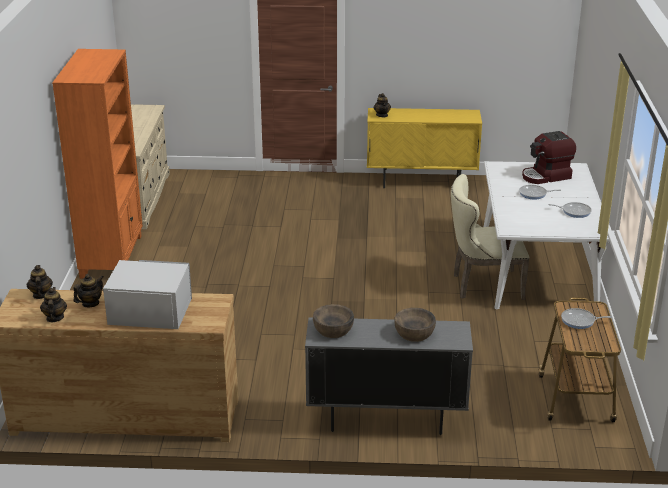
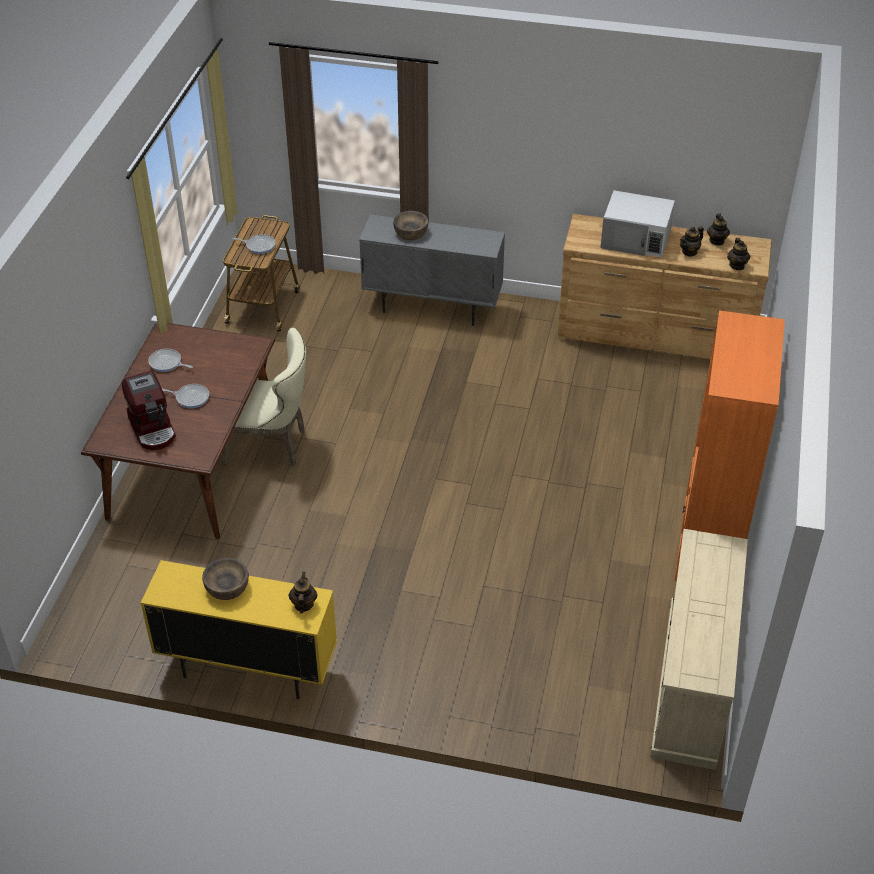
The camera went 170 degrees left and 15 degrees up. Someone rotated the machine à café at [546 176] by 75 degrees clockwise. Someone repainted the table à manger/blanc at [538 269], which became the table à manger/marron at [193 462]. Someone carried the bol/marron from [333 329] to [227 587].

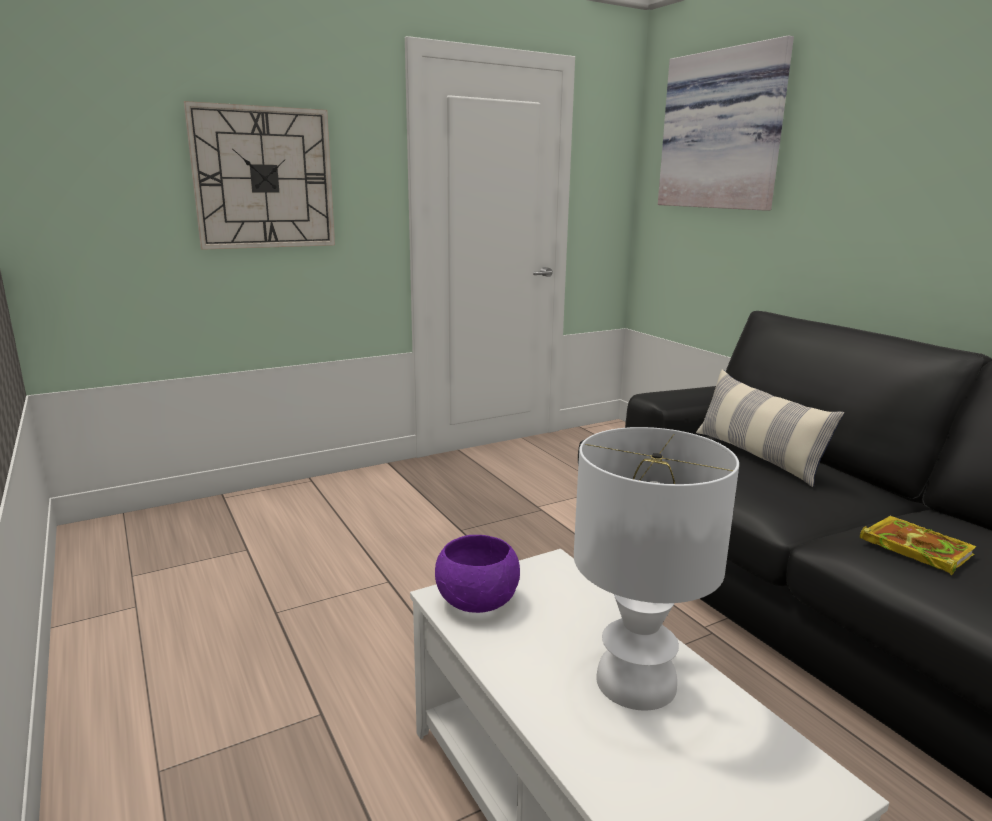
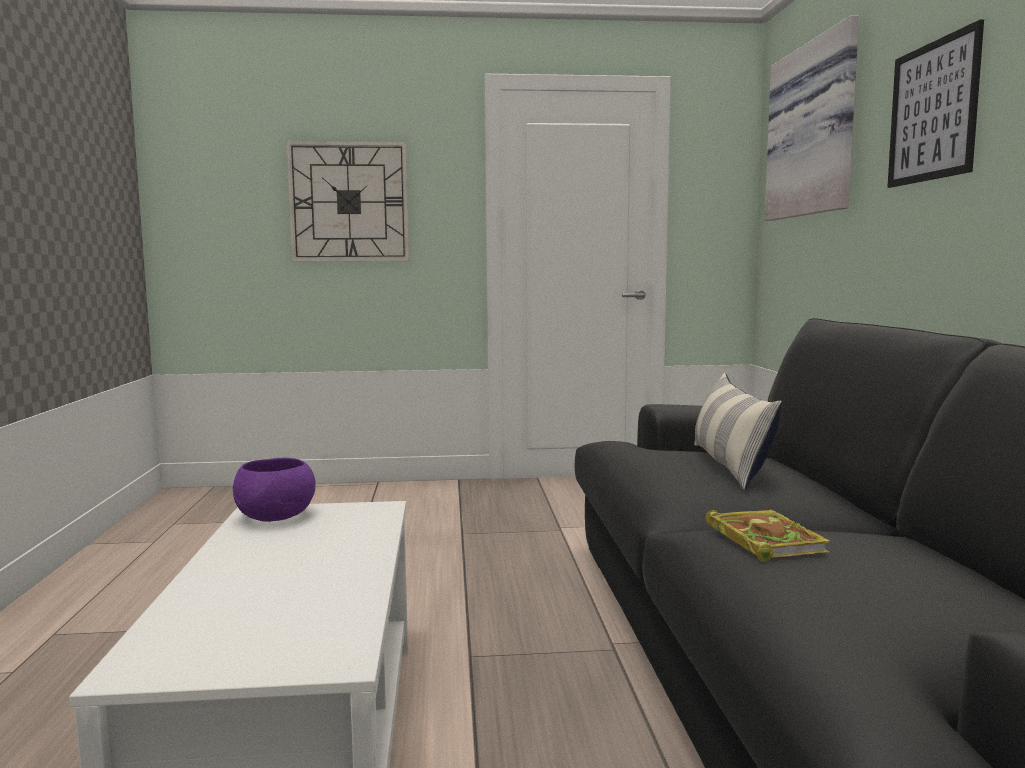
The camera went 25 degrees right and 10 degrees down. Someone took away the lampe de table/blanc at [635 680]. Someone put up the tableau at [932 111].

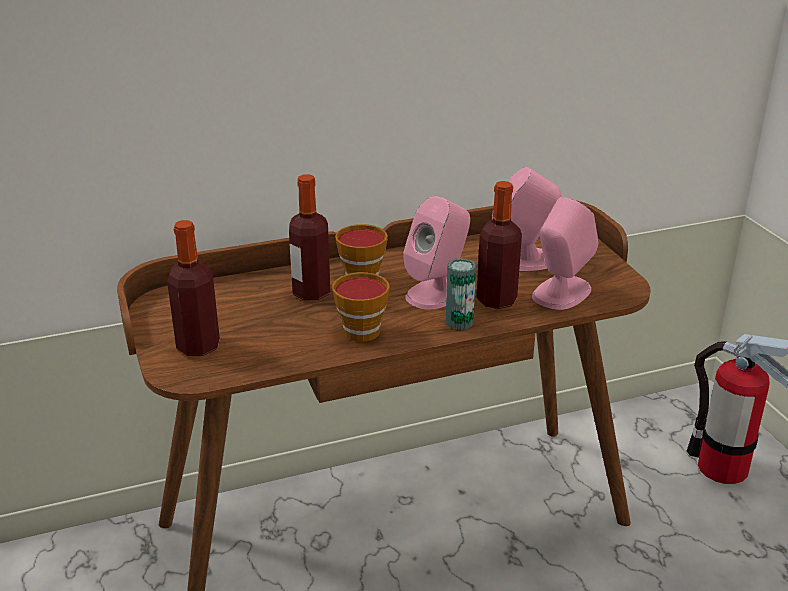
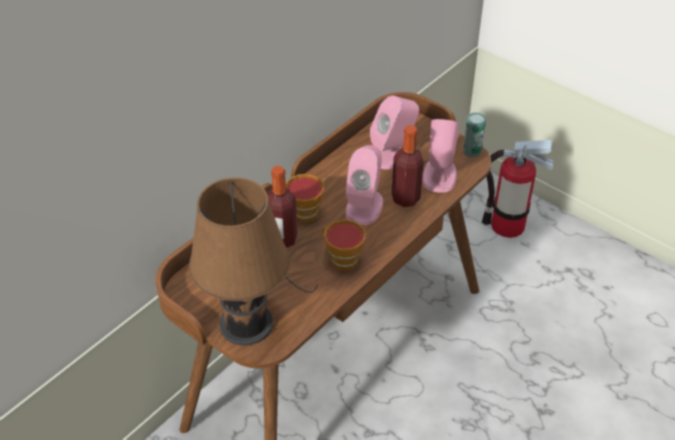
The camera went 30 degrees left and 15 degrees up. Someone swapped the bouteille at [198 346] for the lampe de table/marron at [249 319]. Someone carried the boîte métallique from [459 322] to [472 151].

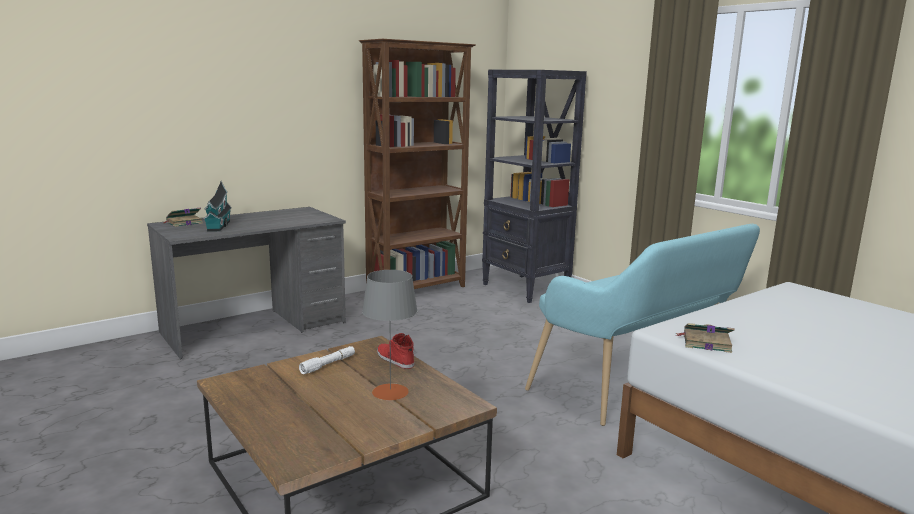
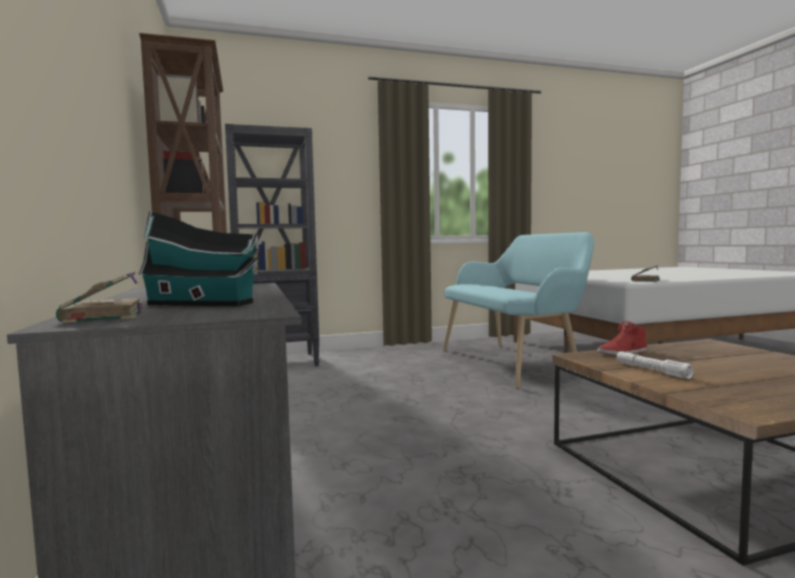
The camera went 70 degrees left and 10 degrees down. Someone took away the lampe de table/gris at [390 392].

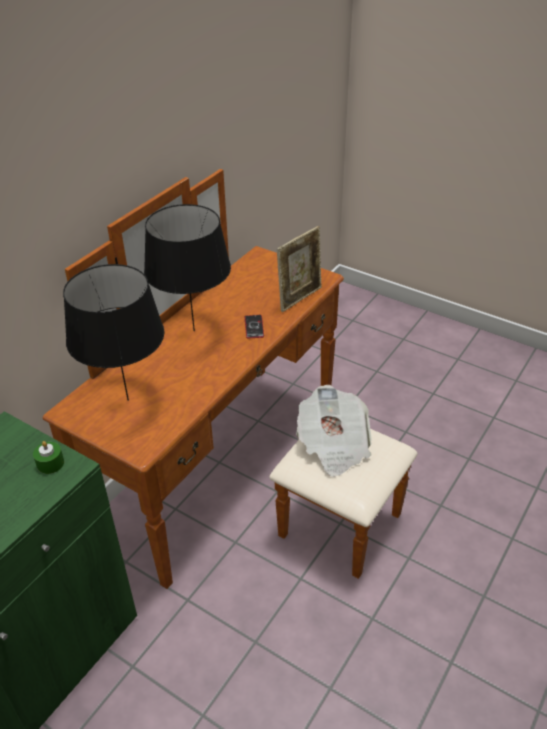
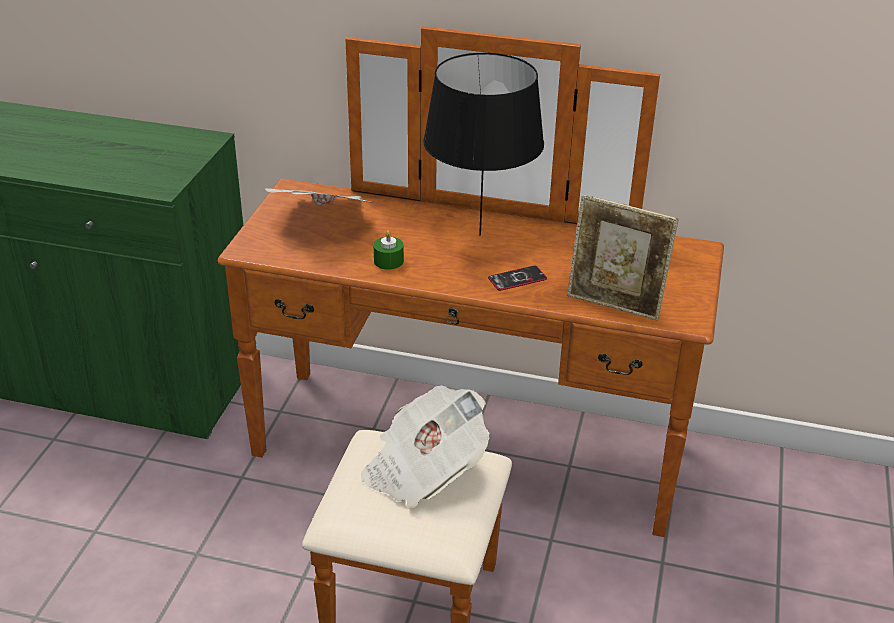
The camera went 70 degrees right and 5 degrees down. Someone swapped the lampe de table/noir at [127 400] for the journal at [324 220]. Someone carried the bougie/vert from [50 463] to [388 261].

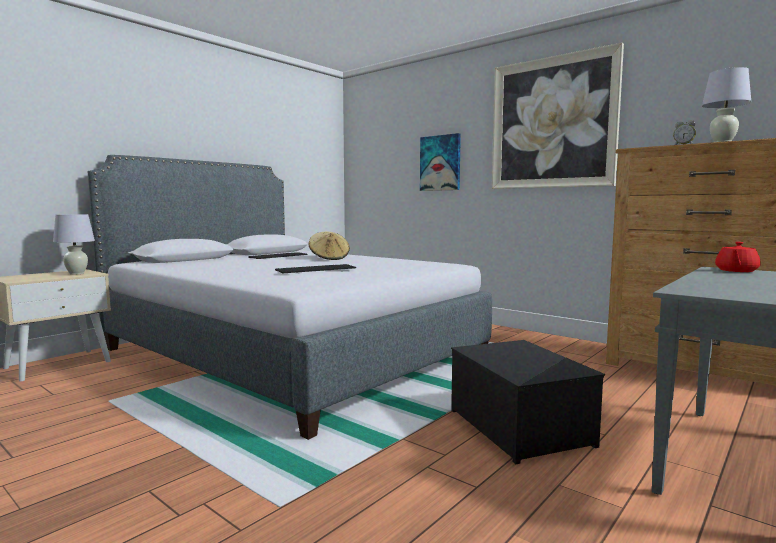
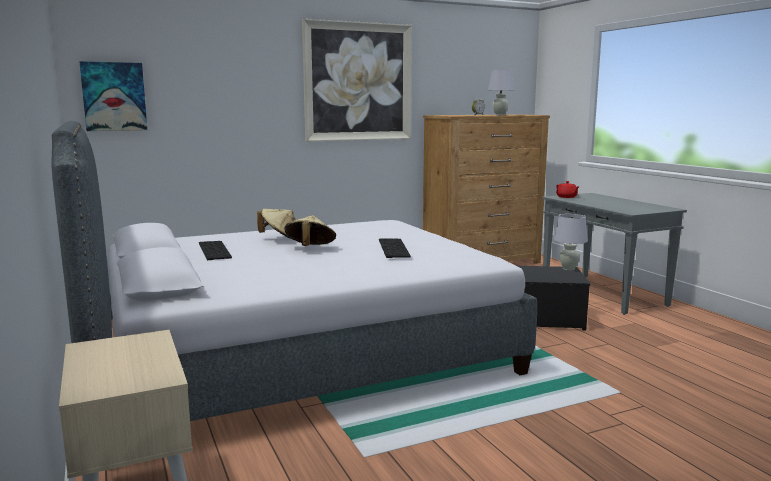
The camera went 65 degrees left and 5 degrees up. Someone carried the tableau from [440 163] to [114 96]. Someone carried the lampe de table/blanc from [76 273] to [568 269]. Someone put down the chapeau/beige at [310 249].

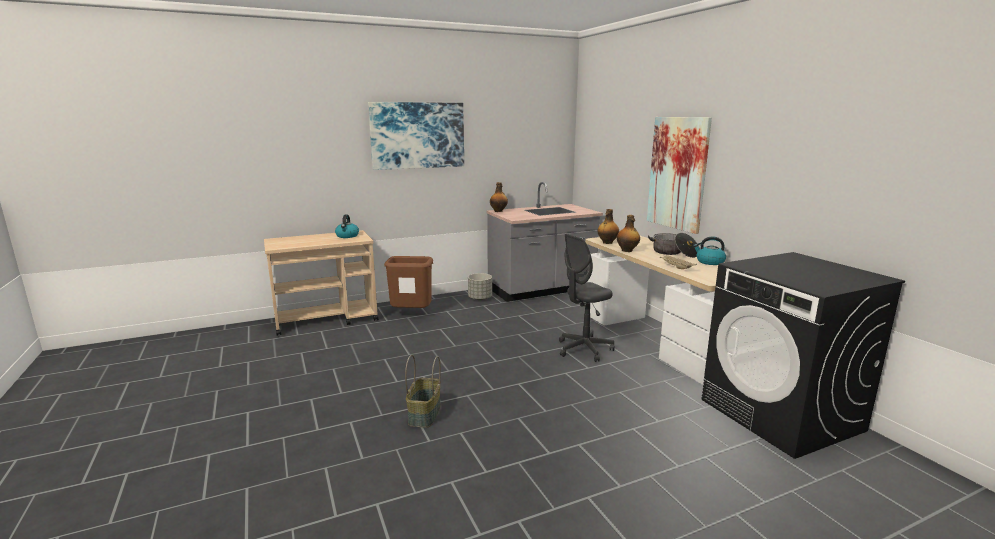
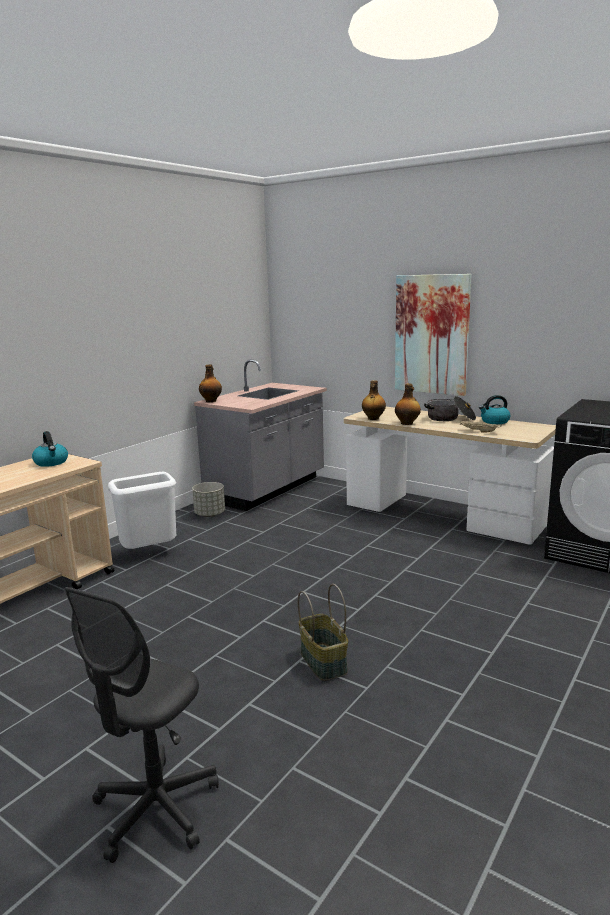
The camera went 30 degrees left and 0 degrees up. Someone took away the tableau at [417 135]. Someone carried the chaise de bureau/gris from [584 349] to [156 810]. Someone repainted the poubelle/marron at [412 314], which became the poubelle/blanc at [150 554].

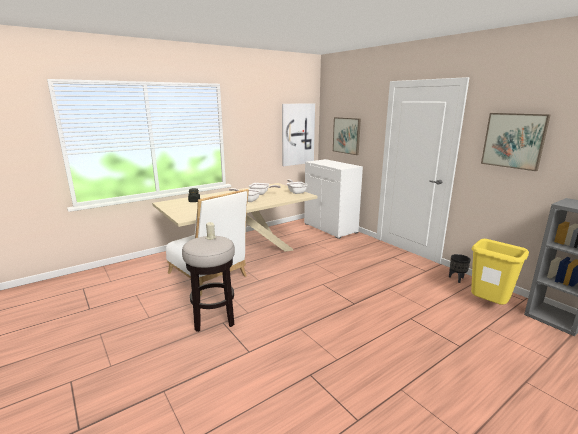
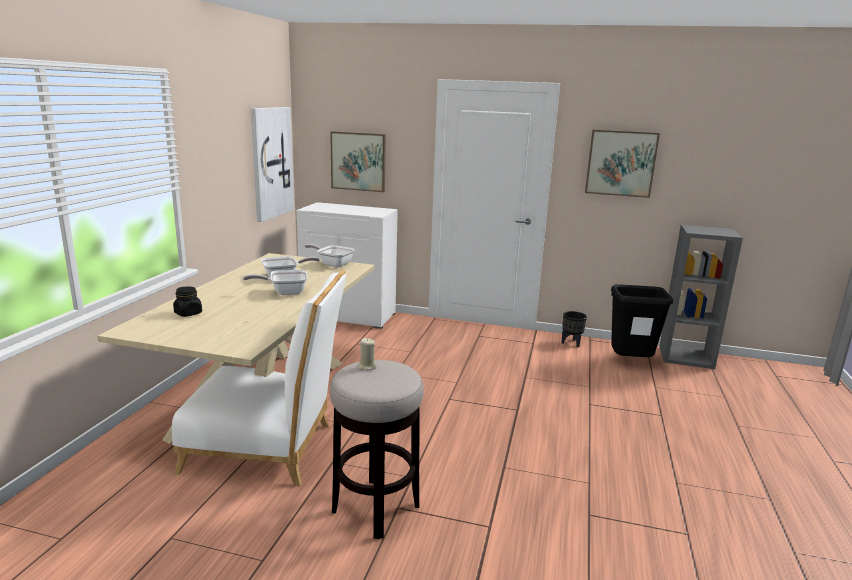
The camera went 40 degrees left and 0 degrees up. Someone repainted the poubelle/jaune at [488 306], which became the poubelle/noir at [630 364].

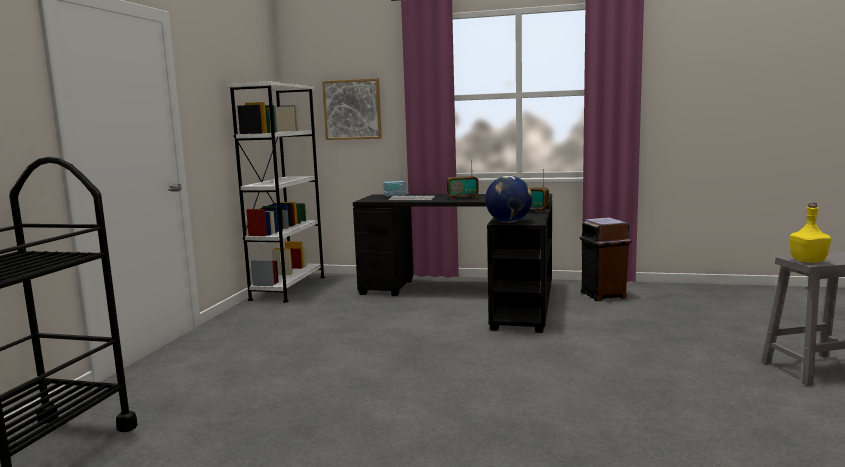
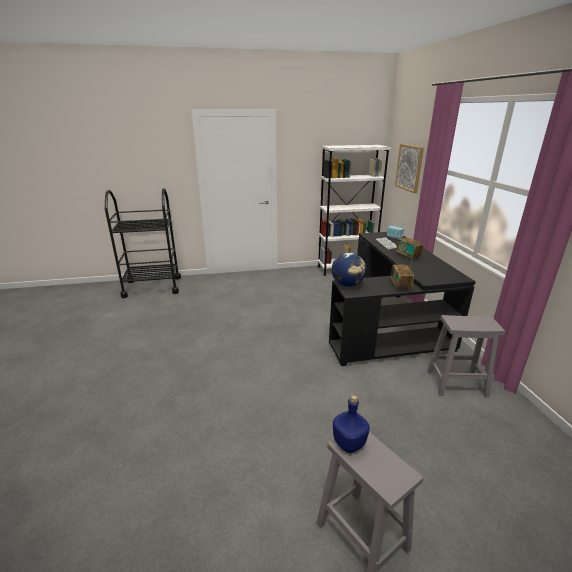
The camera went 65 degrees right and 15 degrees up. Someone repainted the bouteille/jaune at [808 261], which became the bouteille/bleu at [349 443]. Someone swapped the poubelle/marron at [603 295] for the tabouret/gris at [457 383].

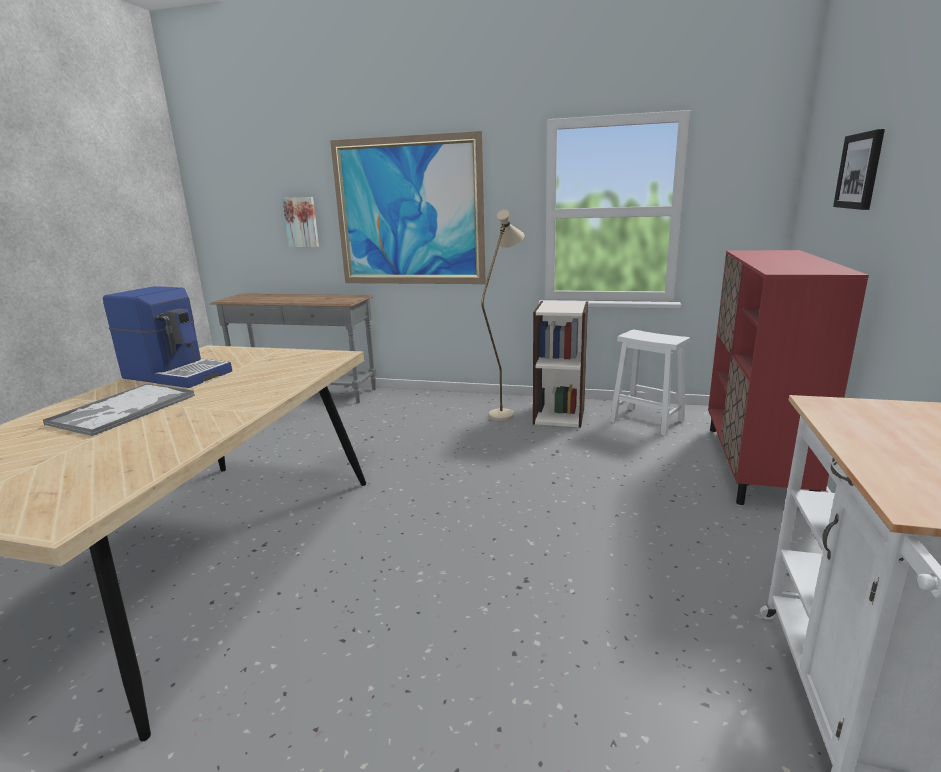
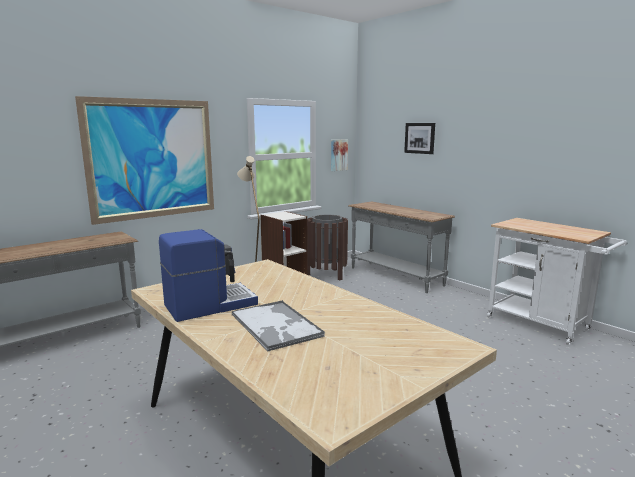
The camera went 55 degrees left and 5 degrees down. Someone carried the tableau from [302 222] to [338 155]. Someone swapped the meuble de rangement/rouge at [754 465] for the table console/gris at [395 276]. Someone swapped the tabouret/blanc at [648 421] for the poubelle/marron at [327 275].

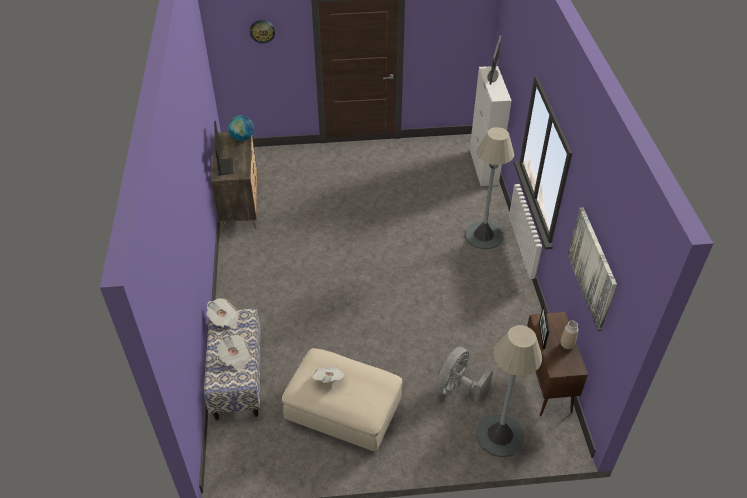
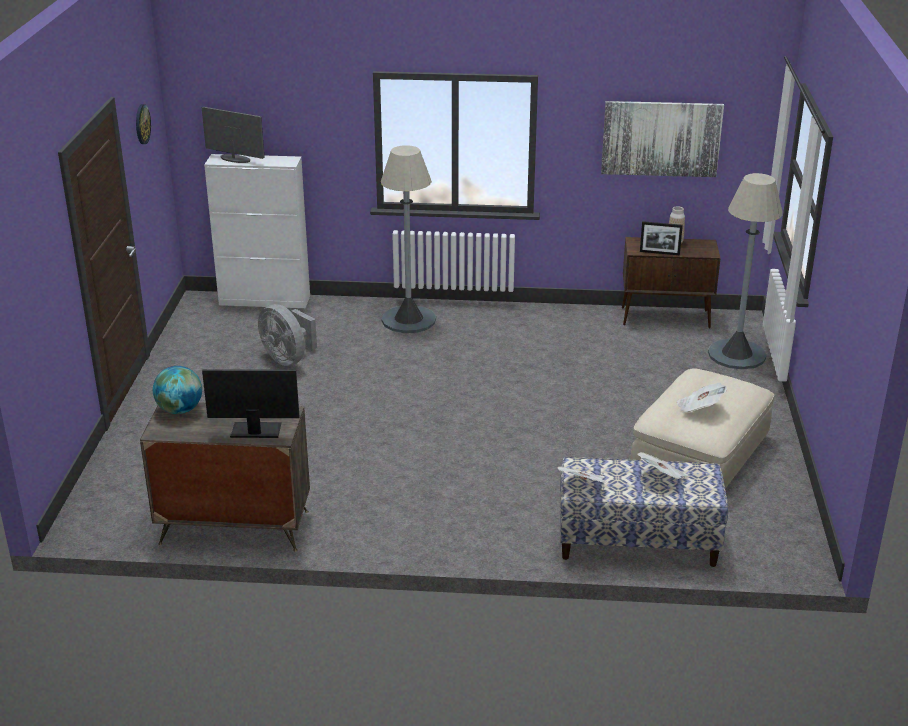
The camera went 80 degrees left and 15 degrees down. Someone carried the horloge murale from [262 31] to [142 124]. Someone carried the ventilateur/gris from [457 387] to [288 359].

